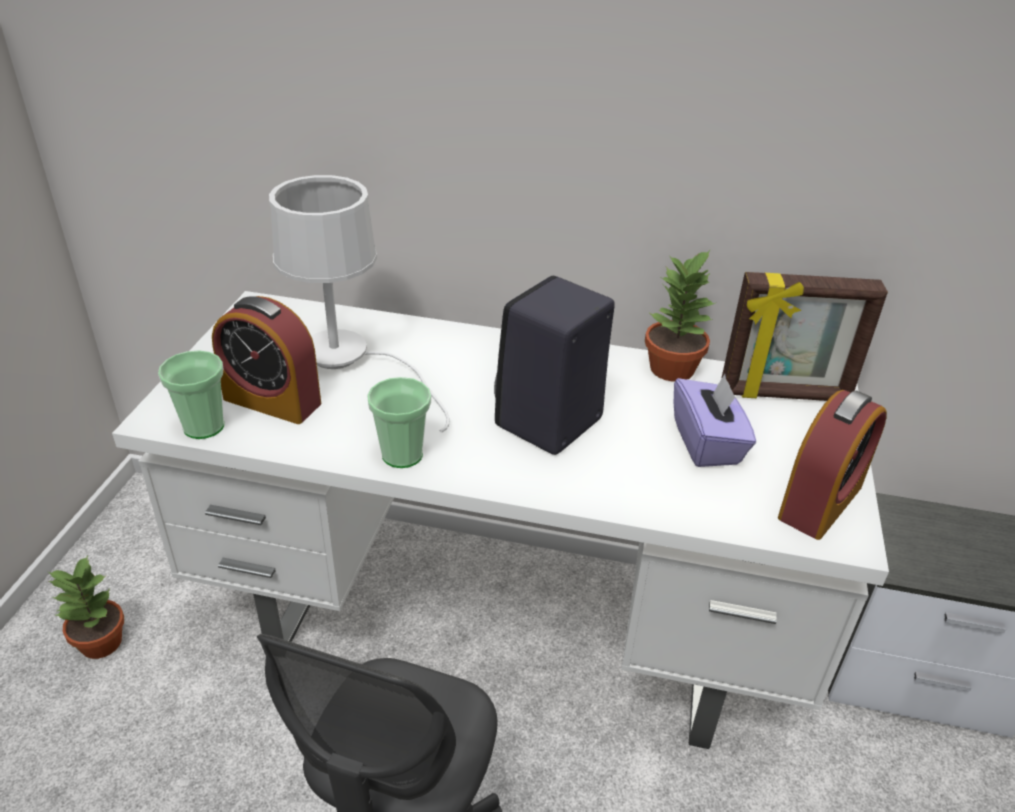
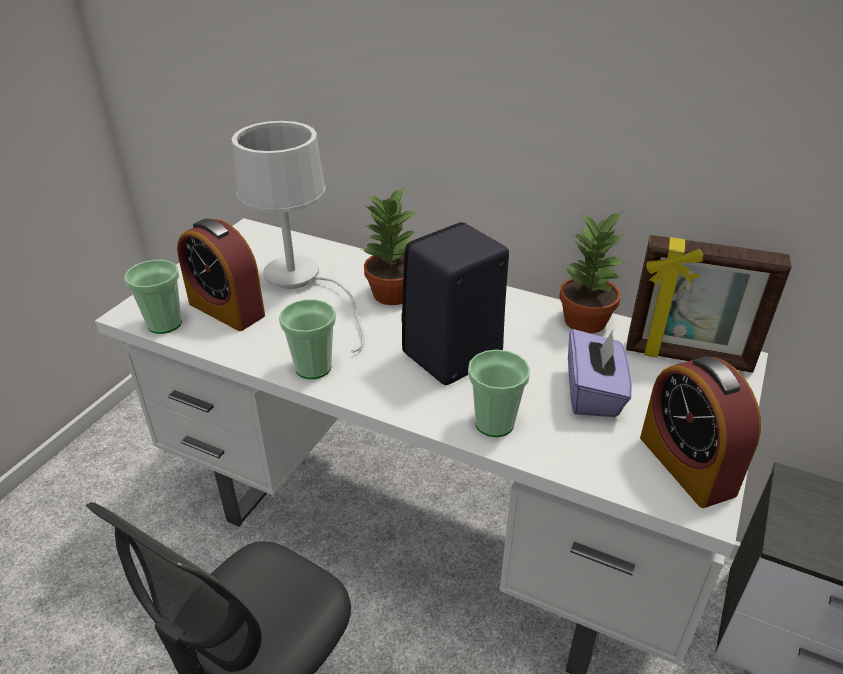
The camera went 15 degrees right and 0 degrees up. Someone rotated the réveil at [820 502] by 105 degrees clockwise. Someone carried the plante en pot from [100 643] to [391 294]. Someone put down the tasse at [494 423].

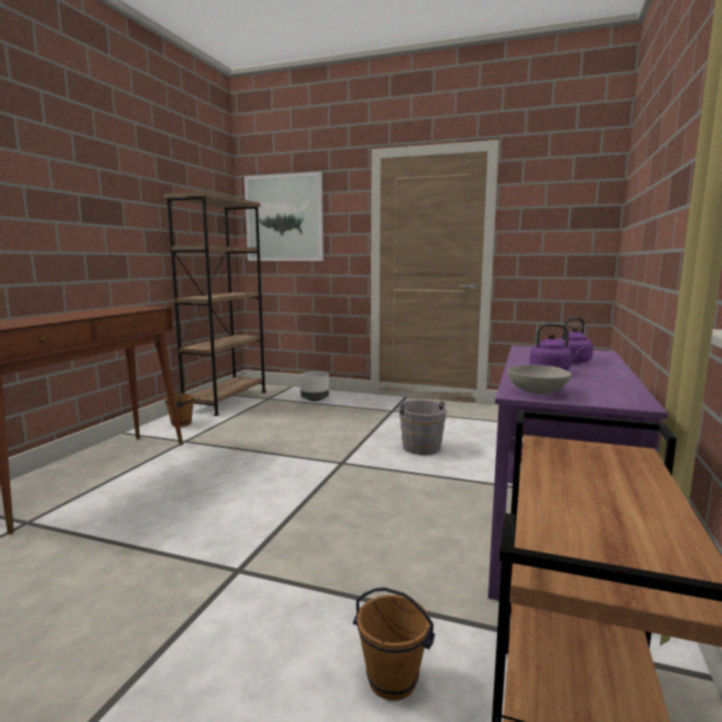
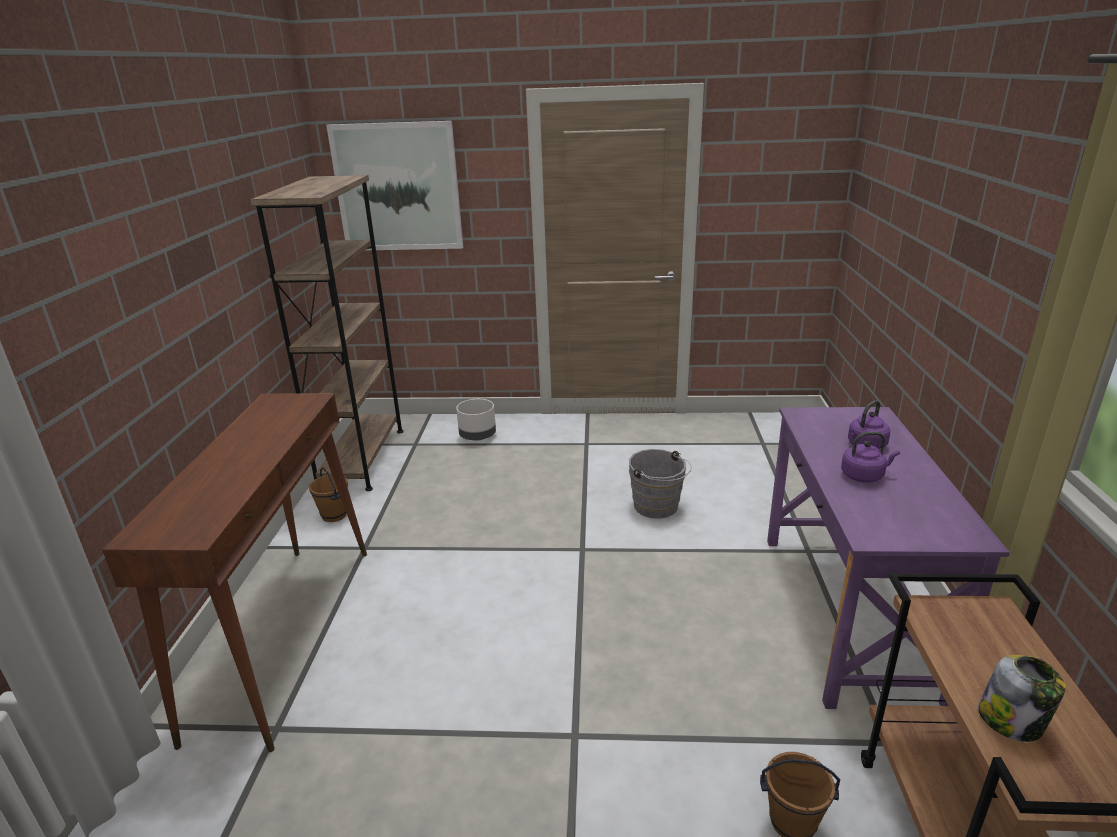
The camera went 15 degrees left and 15 degrees up. Someone took away the bol/gris at [536 392]. Someone put down the bocal at [1011 721].

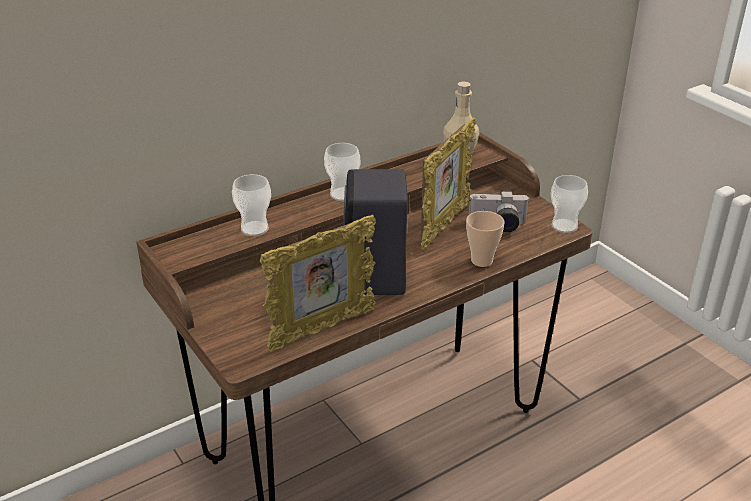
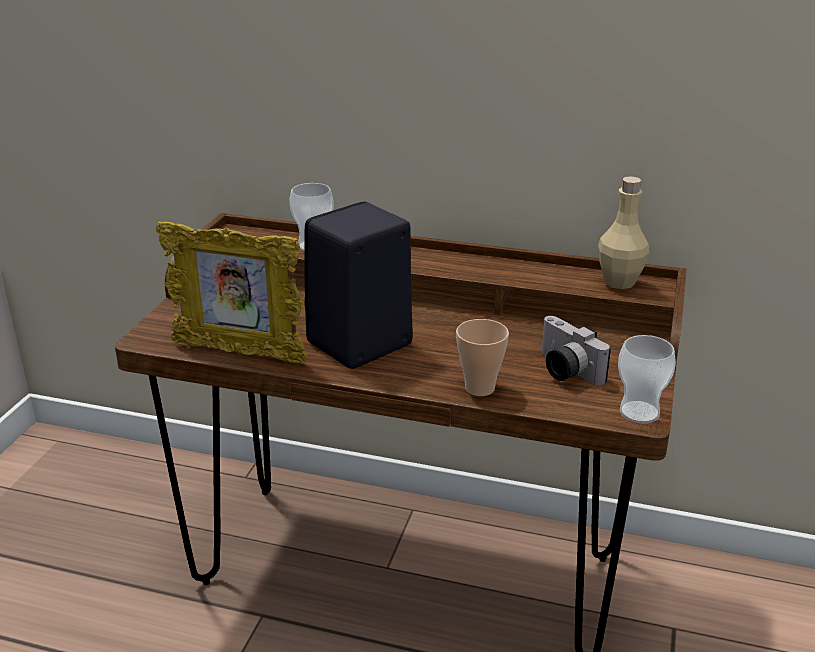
The camera went 50 degrees right and 5 degrees down. Someone took away the cadre photo at [444 225]. Someone took away the tasse at [343 194].

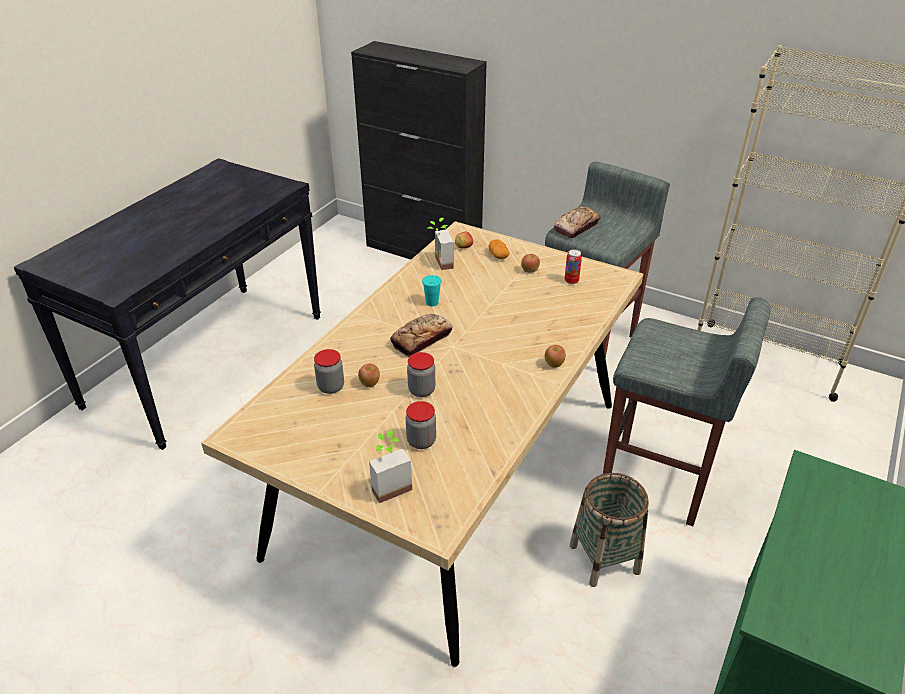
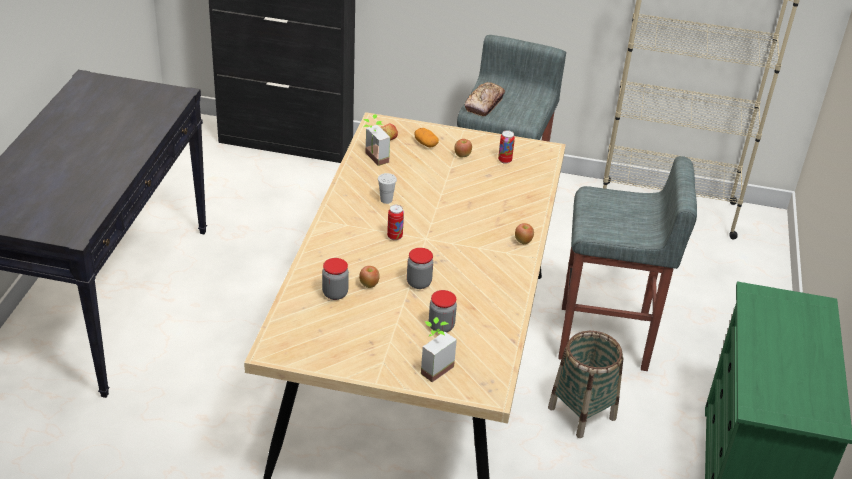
The camera went 20 degrees left and 0 degrees up. Someone repainted the tasse/turquoise at [432 302], which became the tasse/blanc at [386 200]. Someone swapped the pain at [421 339] for the boîte métallique at [394 236].

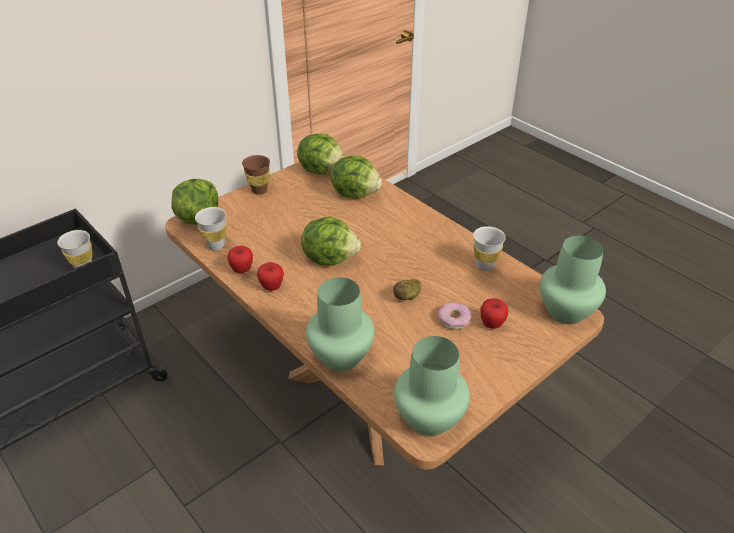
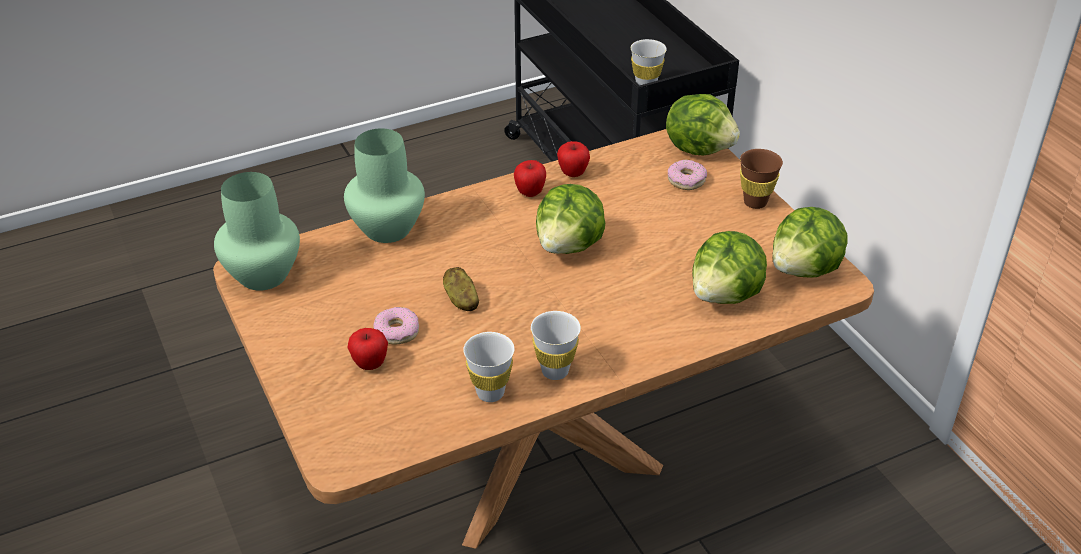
The camera went 105 degrees right and 0 degrees up. Someone carried the tasse/blanc from [216 245] to [555 371]. Someone took away the vase/vert at [565 311]. Someone put down the beignet at [686 180].

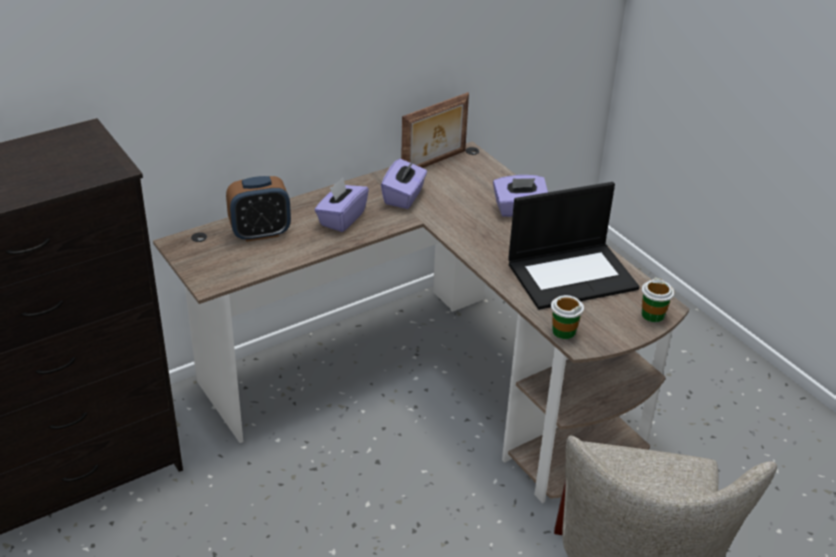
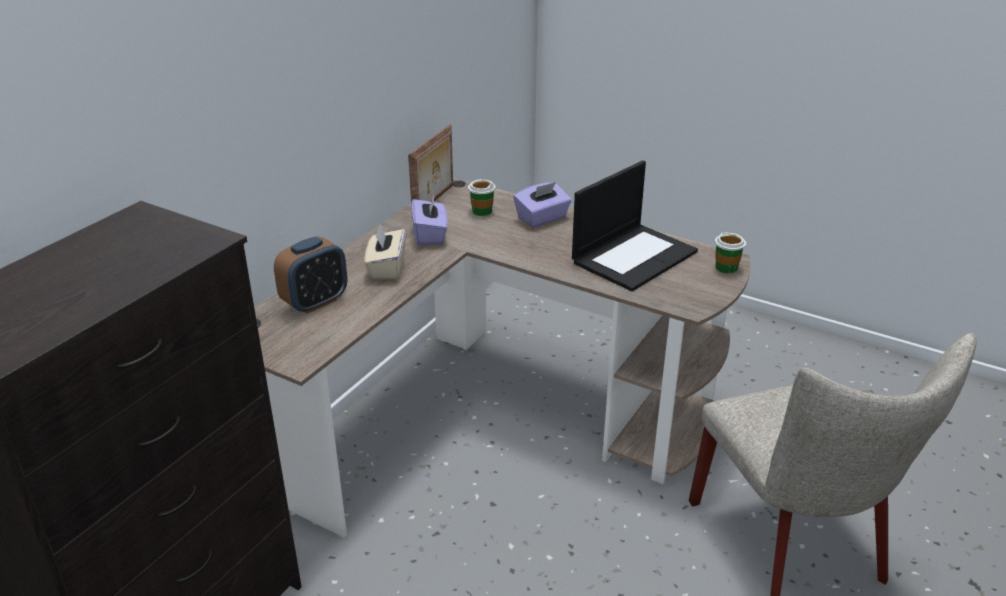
The camera went 25 degrees left and 5 degrees down. Someone repainted the boîte à mouchoirs/violet at [341 219], which became the boîte à mouchoirs/beige at [386 268]. Someone carried the tasse from [563 331] to [482 211].

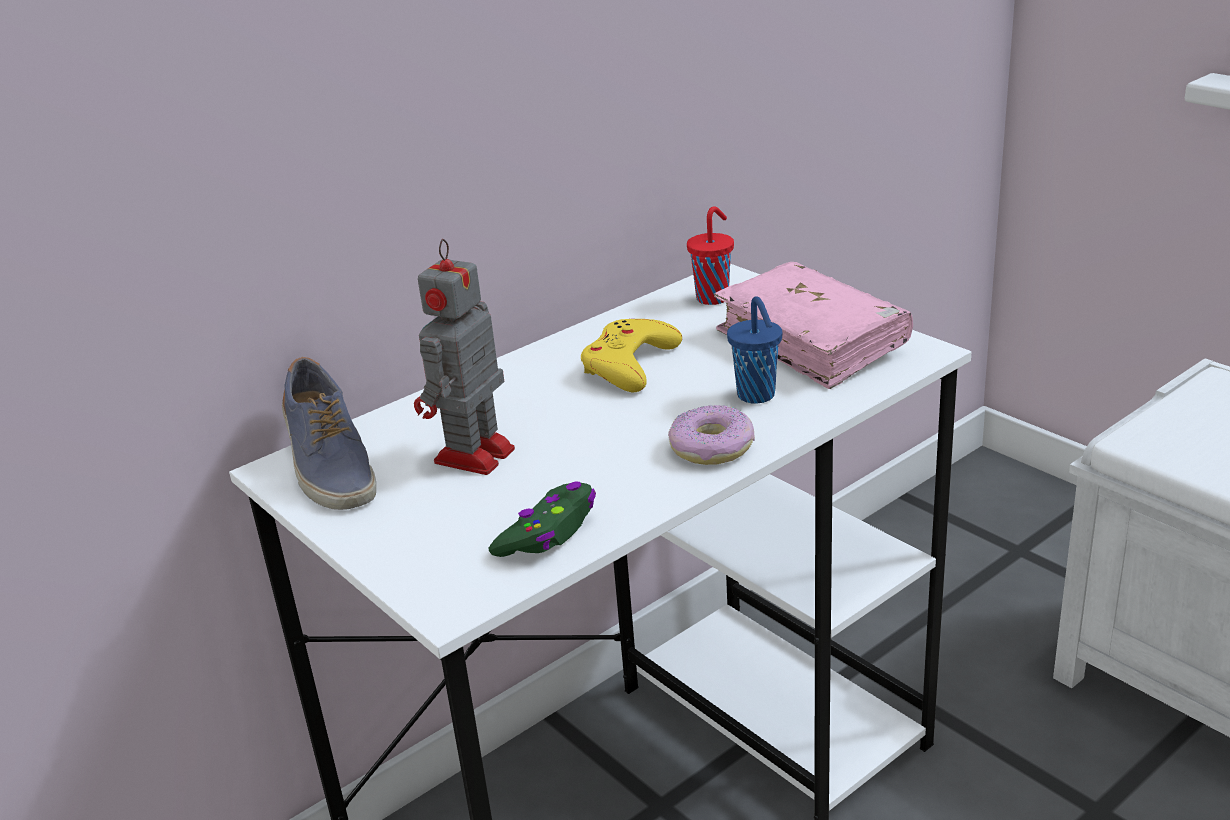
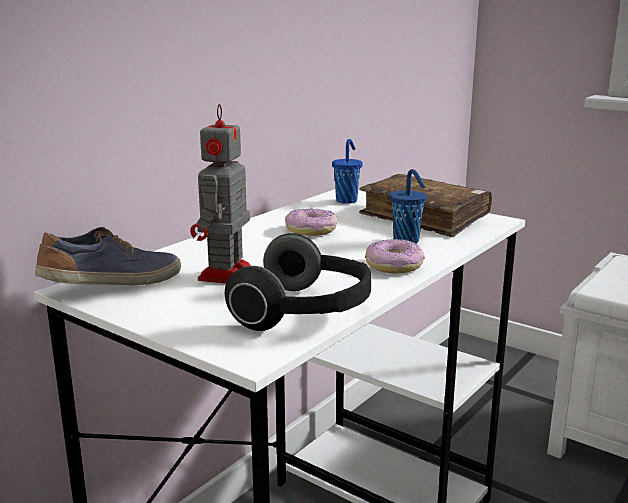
The camera went 15 degrees left and 10 degrees down. Someone repainted the tasse/rouge at [713 298], which became the tasse/bleu at [347 200]. Someone repainted the livre/rose at [811 342], which became the livre/marron at [424 218]. Someone swapped the manette/jaune at [629 364] for the beignet at [311 230]. Someone rotated the chaussure at [328 465] by 90 degrees counterclockwise. Someone swapped the manette/vert at [548 532] for the casque audio at [306 312].

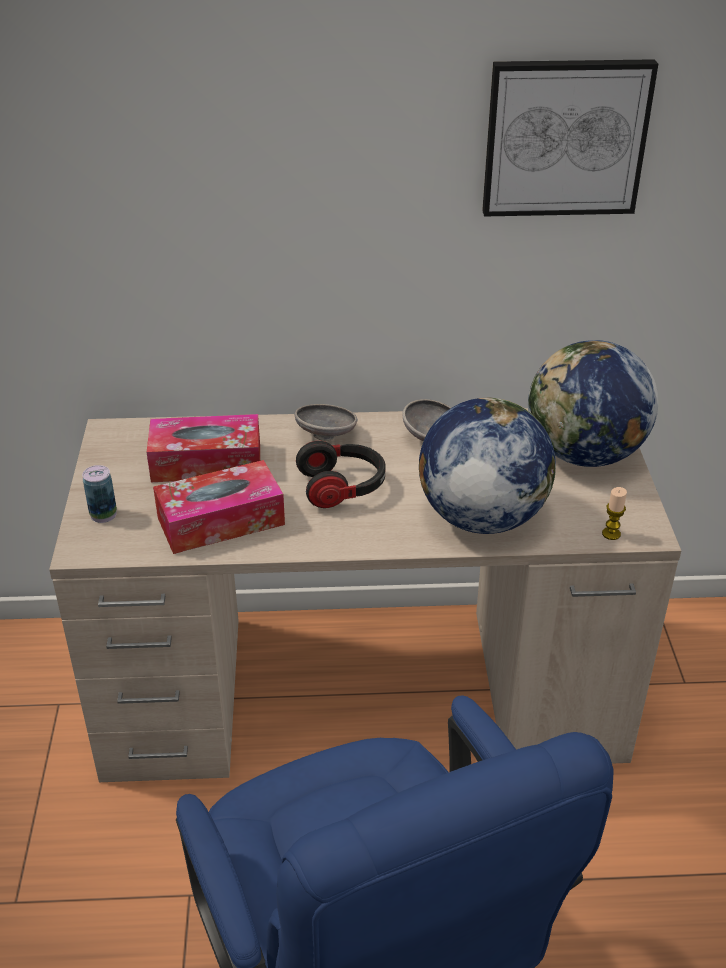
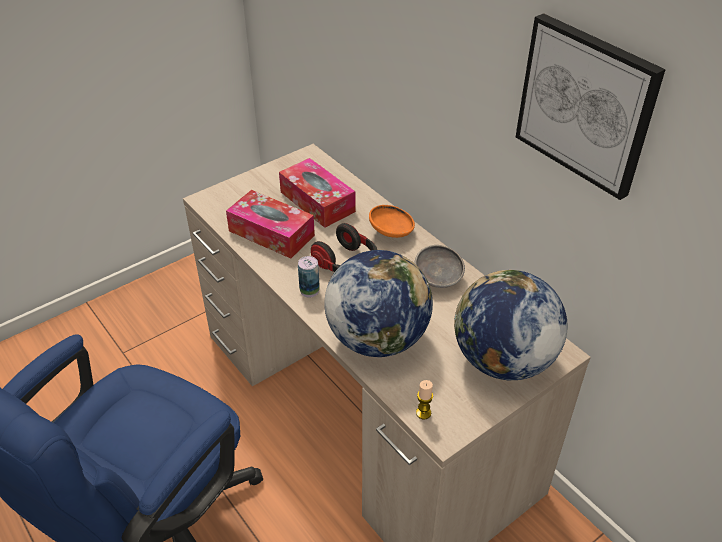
The camera went 55 degrees right and 5 degrees up. Someone repainted the bol/gris at [327 435], which became the bol/orange at [392 233]. Someone carried the boîte métallique from [103 514] to [309 291].

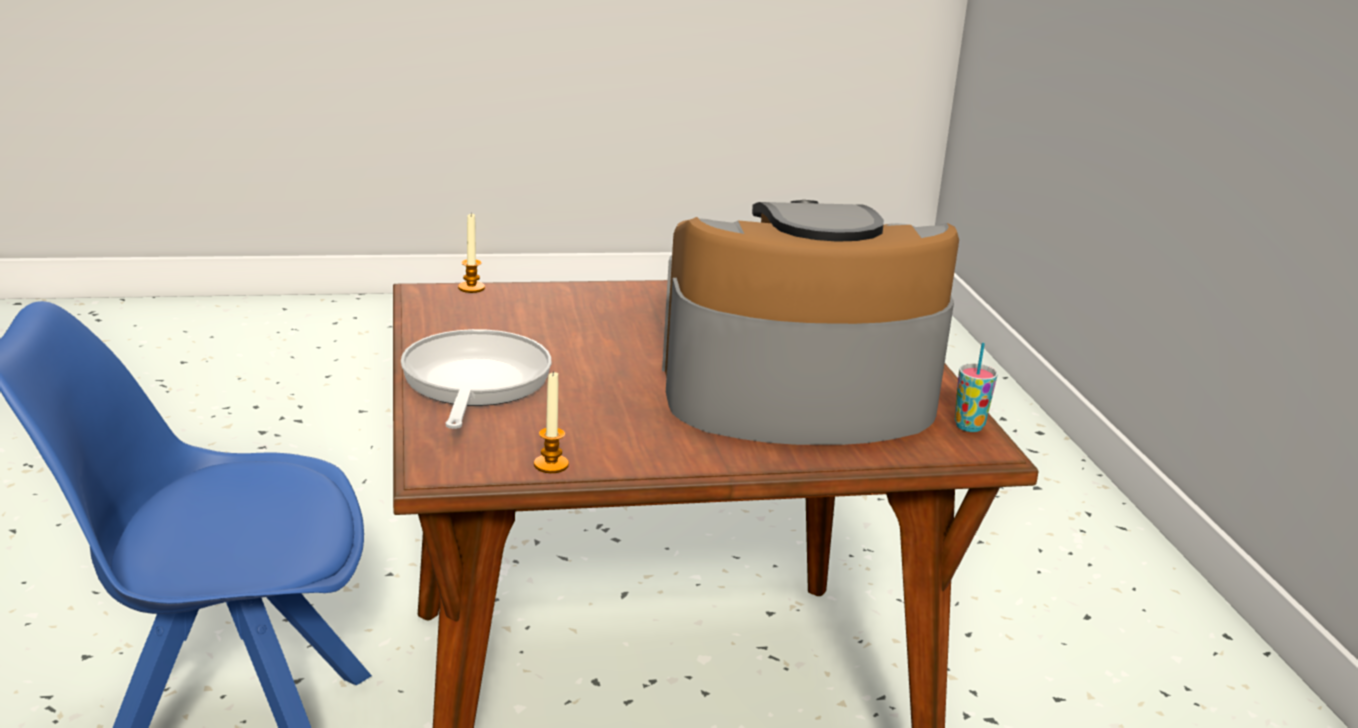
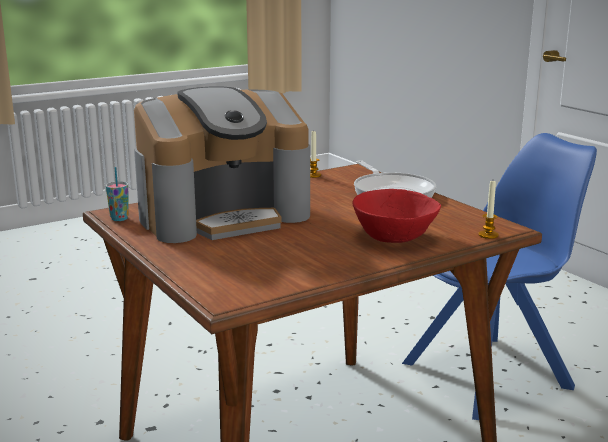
The camera went 160 degrees right and 5 degrees down. Someone put down the bol/rouge at [394 237].

